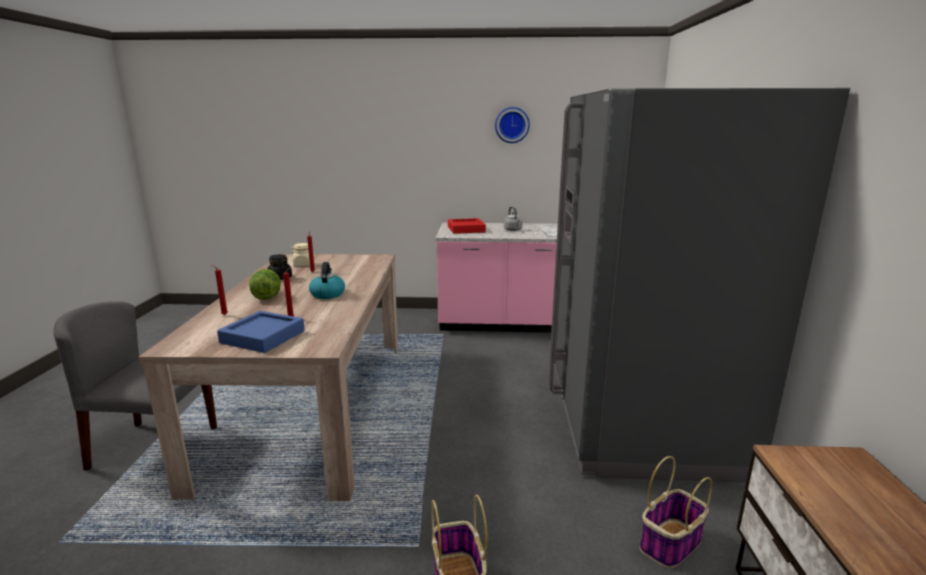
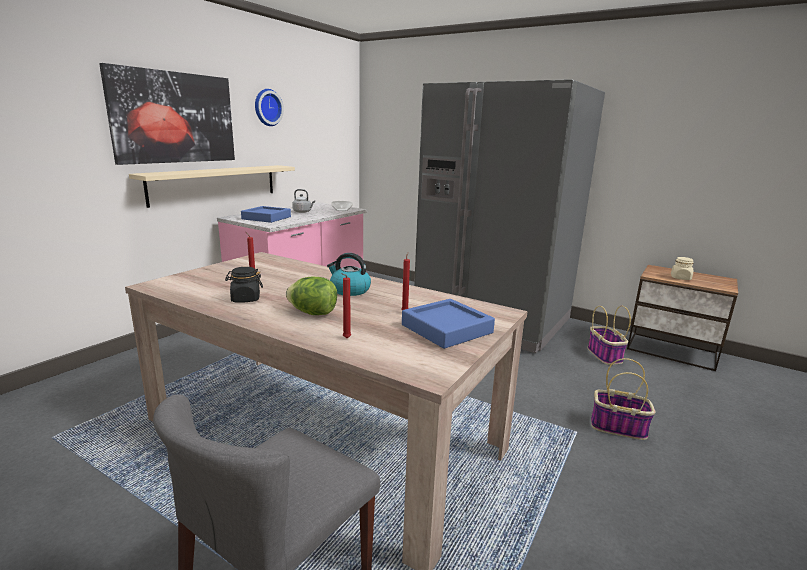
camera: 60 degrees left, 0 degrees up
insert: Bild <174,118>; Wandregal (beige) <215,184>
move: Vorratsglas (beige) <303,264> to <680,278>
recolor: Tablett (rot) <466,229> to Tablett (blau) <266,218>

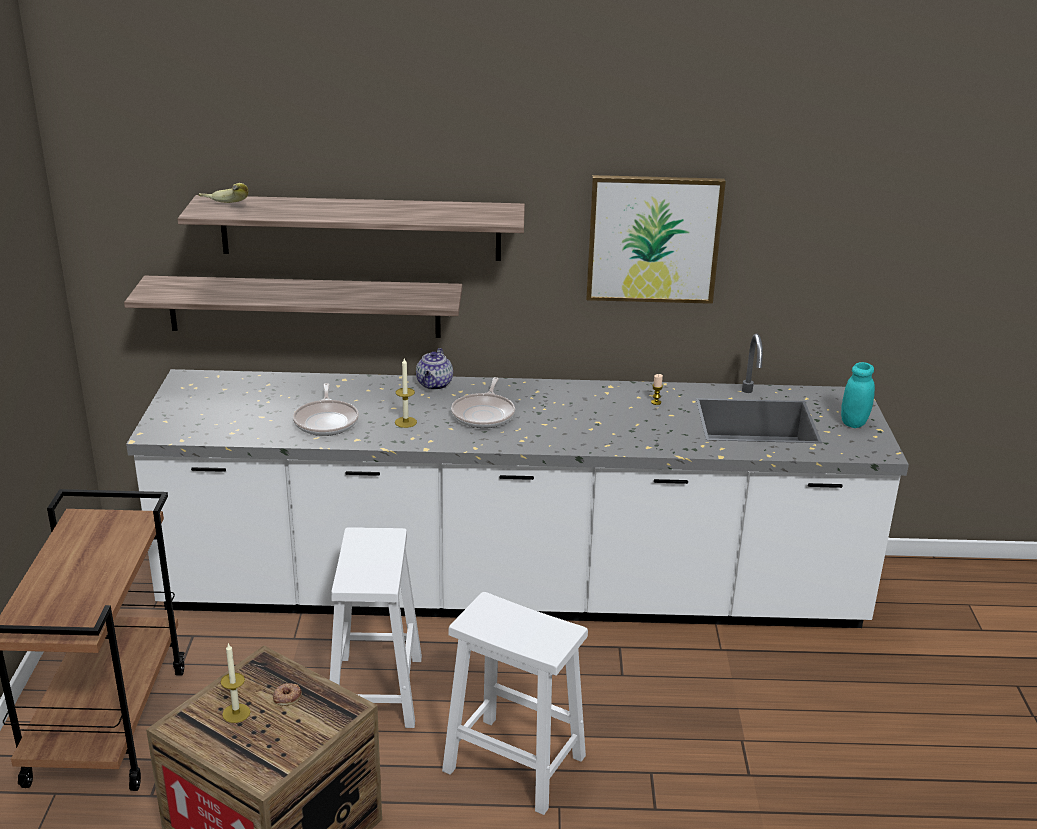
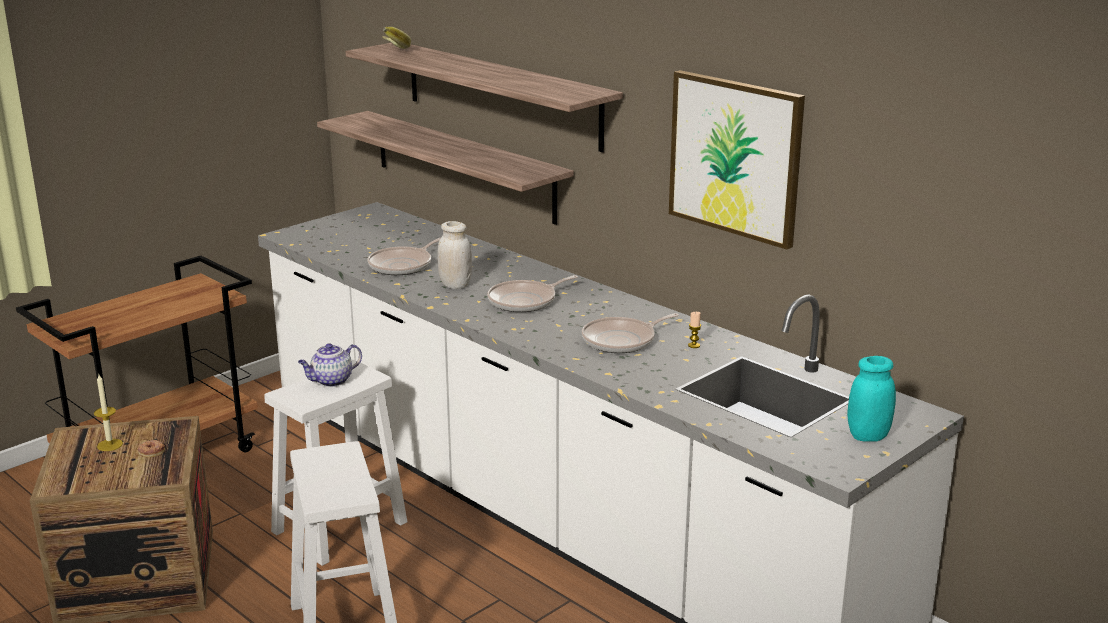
camera: 45 degrees right, 5 degrees down
insert: Pfanne <622,340>
move: Teekanne <434,385> to <331,381>
replace: Kerze <405,422> to Vorratsglas (weiß) <455,285>

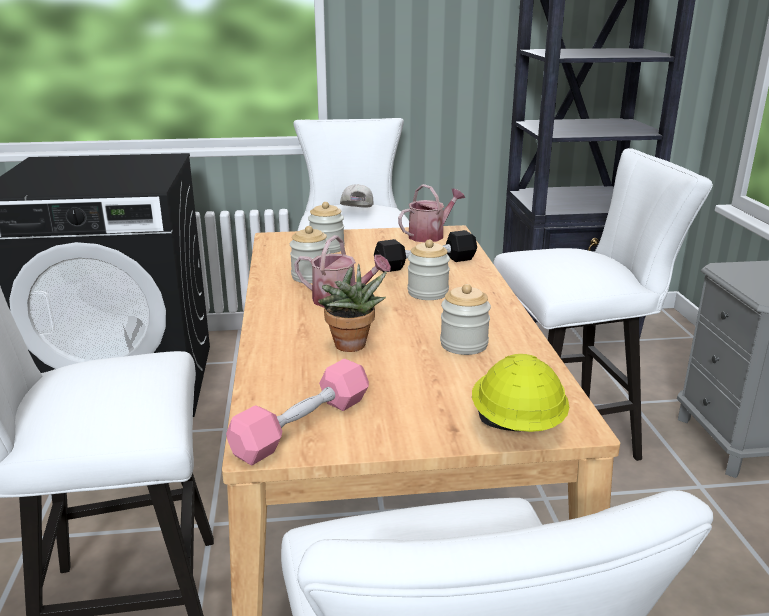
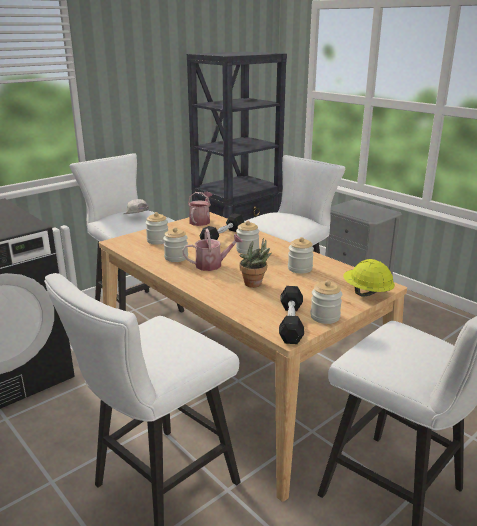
camera: 35 degrees left, 0 degrees up
insert: Vorratsglas <325,317>
recolor: Hantel (rosa) <302,426> to Hantel (schwarz) <291,322>

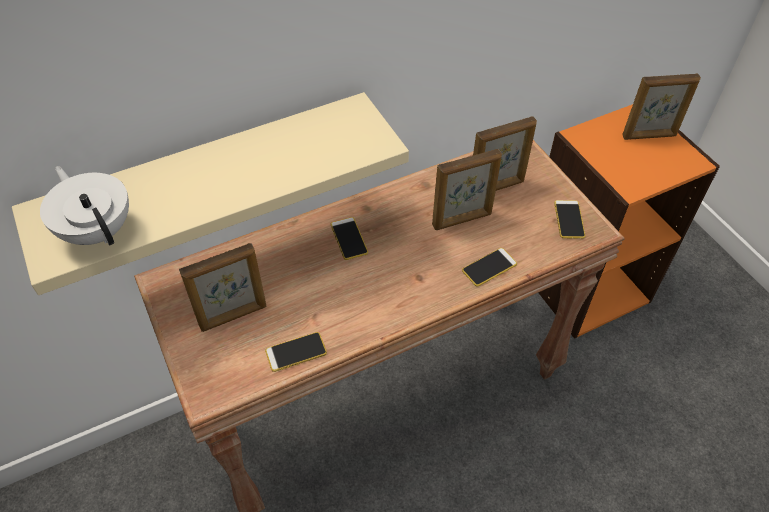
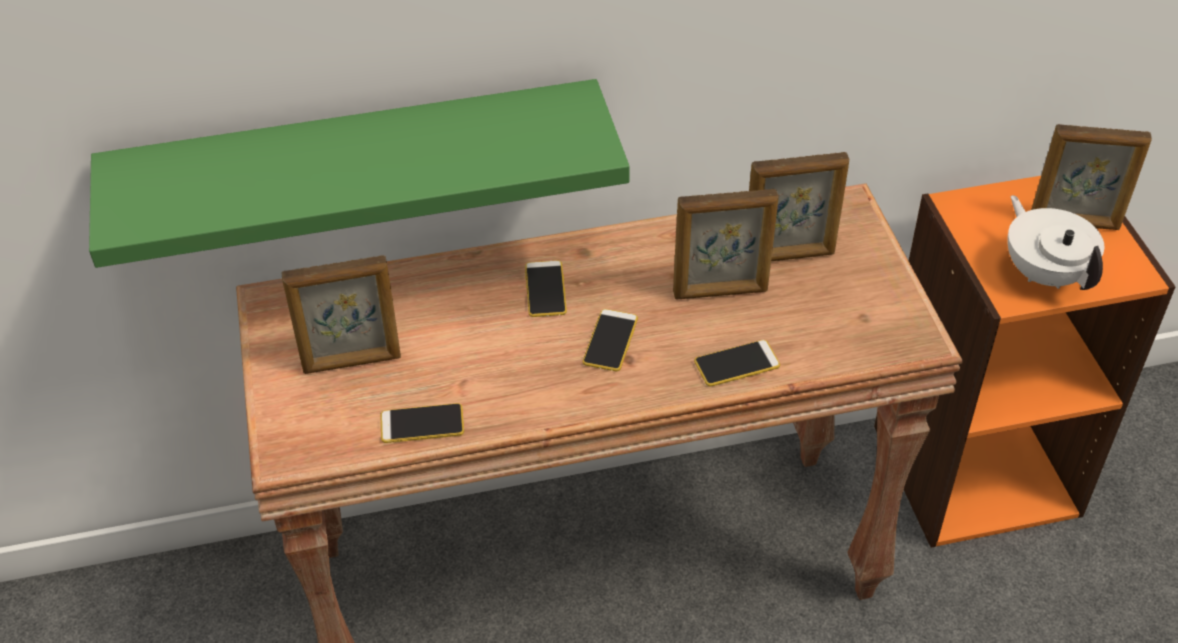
camera: 15 degrees right, 5 degrees down
move: Teekanne (weiß) <98,230> to <1045,273>; Handy <569,219> to <610,341>
recolor: Wandregal (beige) <208,177> to Wandregal (grün) <358,163>

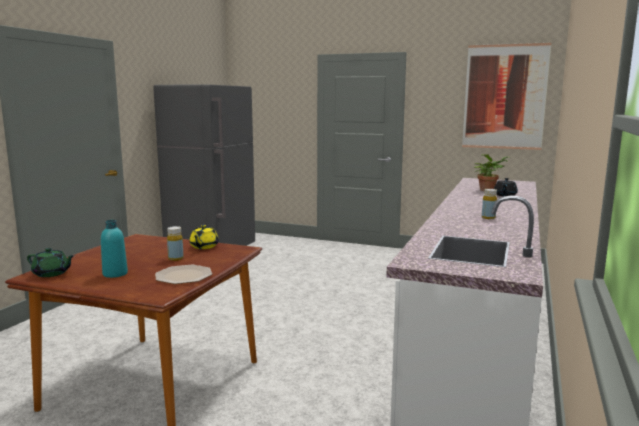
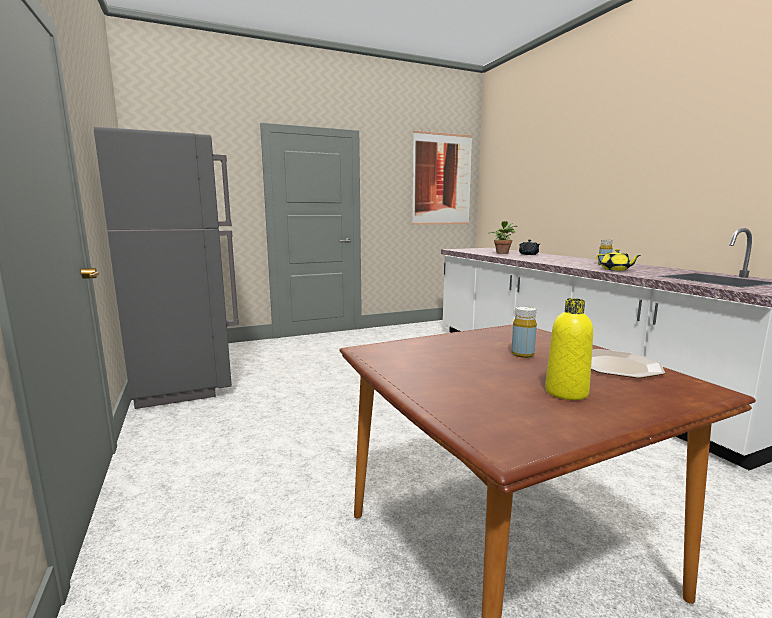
camera: 45 degrees left, 0 degrees up
delete: Teekanne (grün) <52,274>
move: Teekanne (gelb) <203,247> to <615,270>
recolor: Flasche (türkis) <115,274> to Flasche (gelb) <566,392>

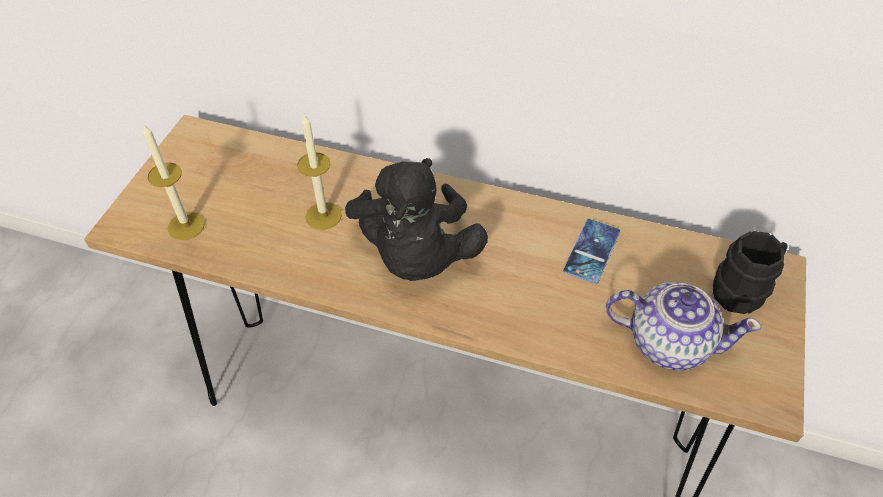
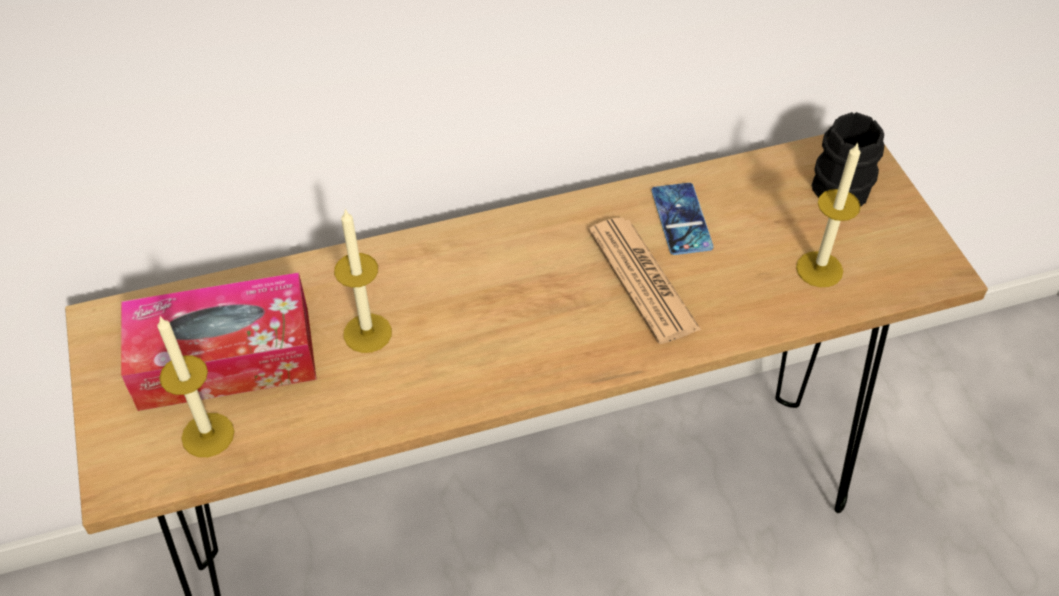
camera: 35 degrees left, 0 degrees up
delete: Plüschtier (schwarz) <416,256>
insert: Zeitung <642,280>; Taschentuchbox <225,358>
replace: Teekanne <667,341> to Kerze <819,269>

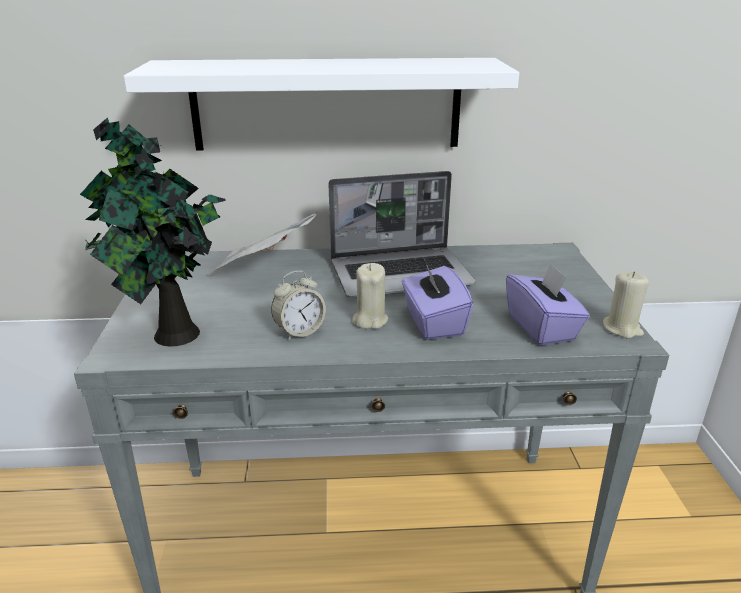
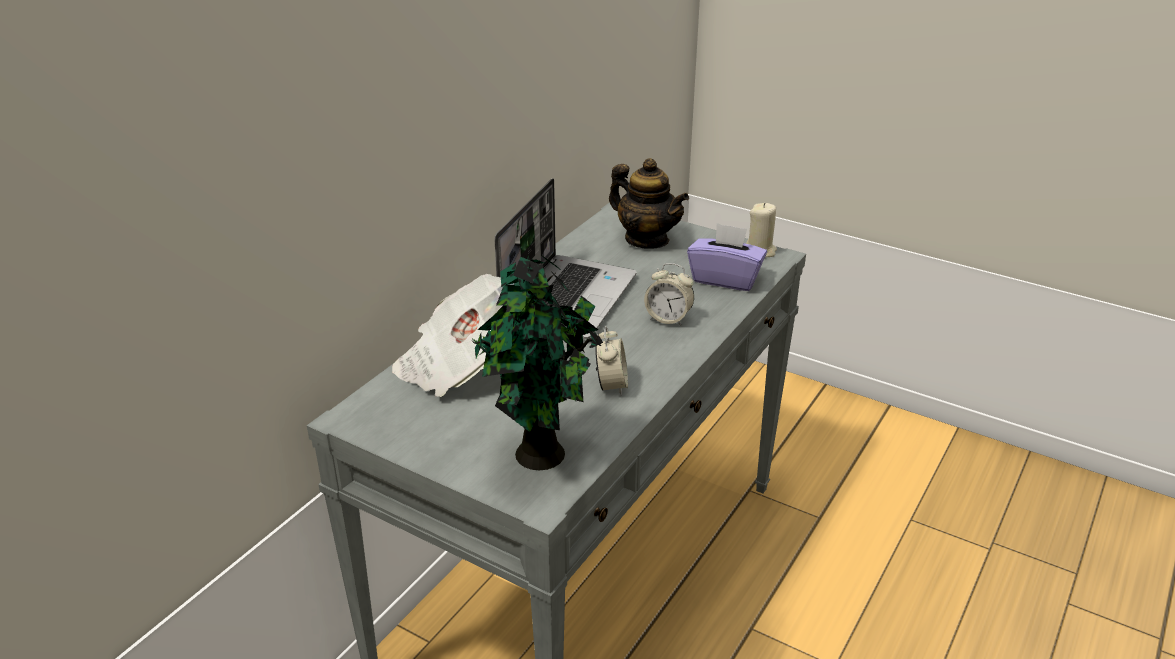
camera: 55 degrees left, 5 degrees up
delete: Wandregal (weiß) <326,104>; Kerze (beige) <370,320>
insert: Teekanne <646,240>
replace: Taschentuchbox (lila) <433,322> to Wecker <668,318>

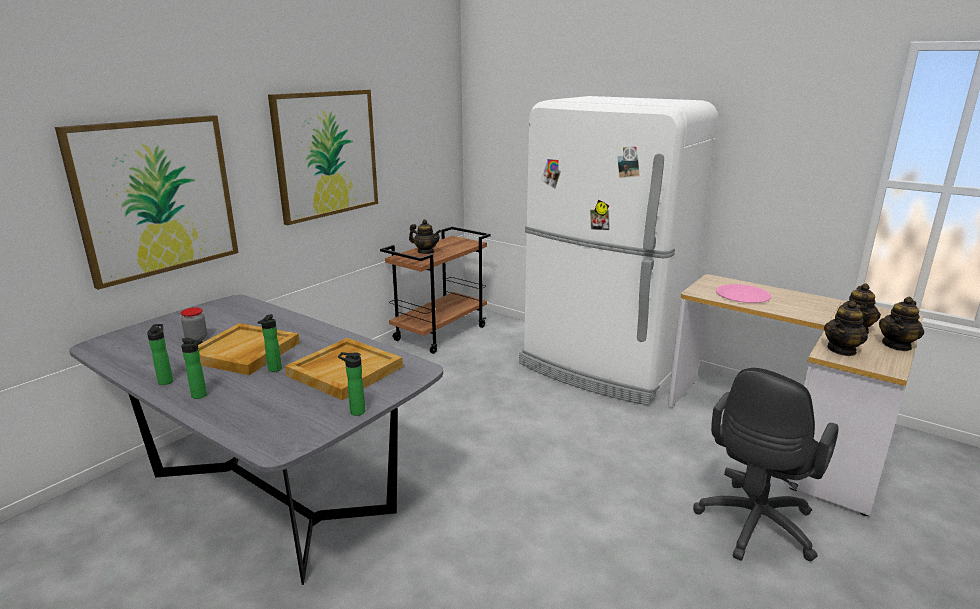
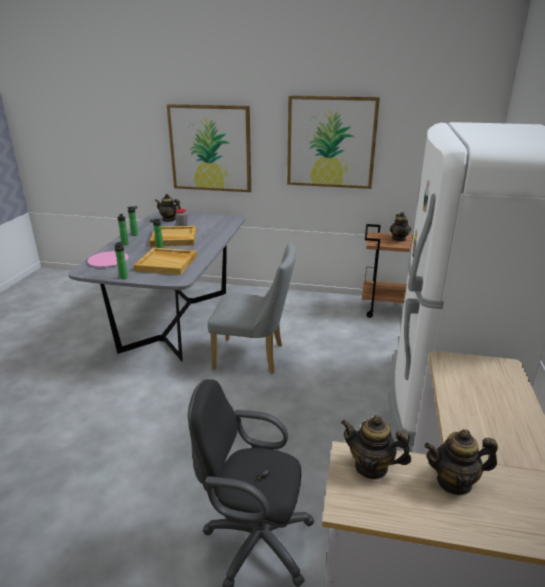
camera: 65 degrees right, 5 degrees up
insert: Stuhl (grau) <254,357>
move: Teller (rosa) <742,295> to <108,260>; Teekanne <897,345> to <169,219>

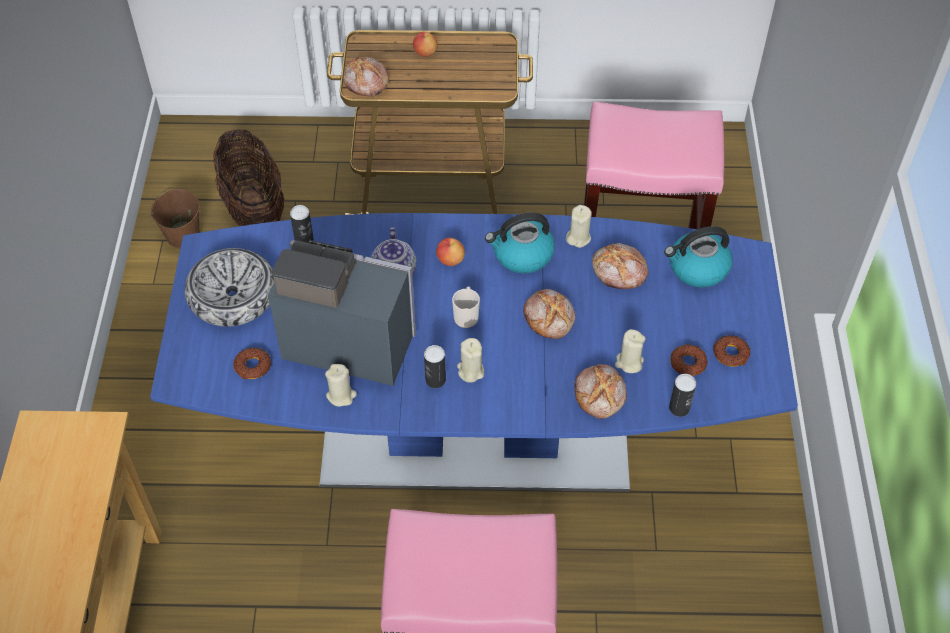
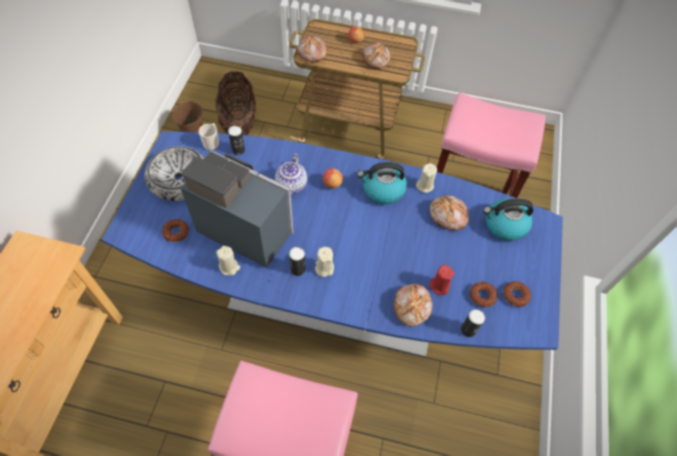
camera: 10 degrees right, 5 degrees up
move: Henkelbecher <466,316> to <212,142>; Brot <549,318> to <376,59>
recolor: Kerze (beige) <629,362> to Kerze (rot) <439,286>

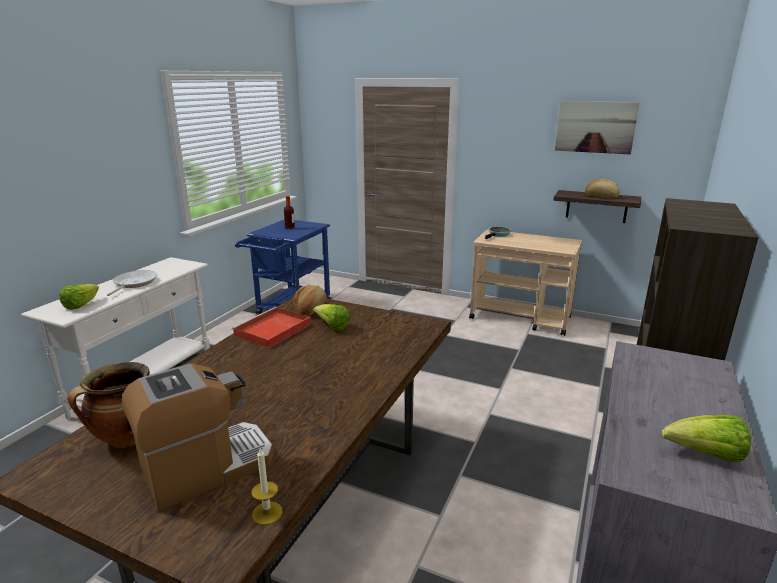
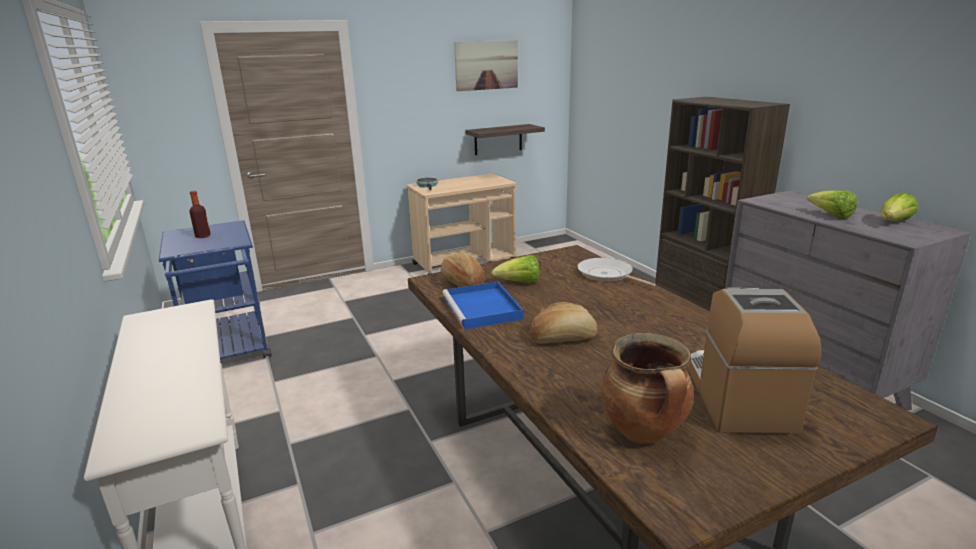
camera: 50 degrees left, 0 degrees up
delete: Kerze <267,513>
move: Brot <601,196> to <562,339>; Pfanne <134,283> to <607,275>; Salatkopf <81,305> to <831,216>
recolor: Tablett (rot) <272,330> to Tablett (blau) <483,309>

